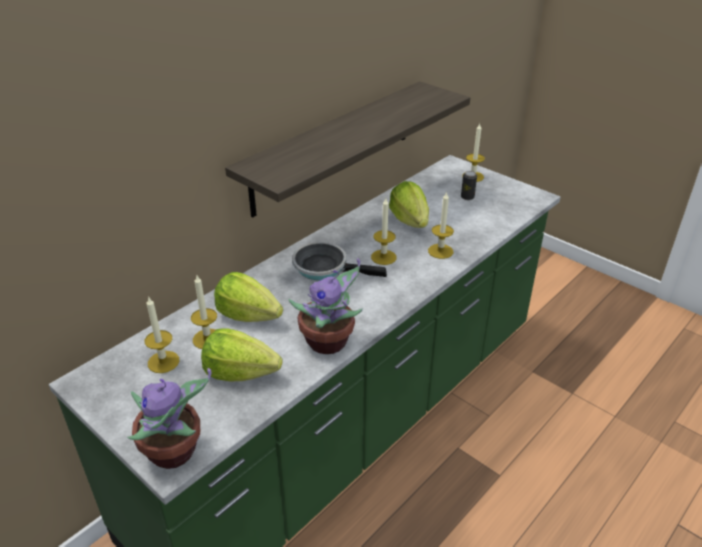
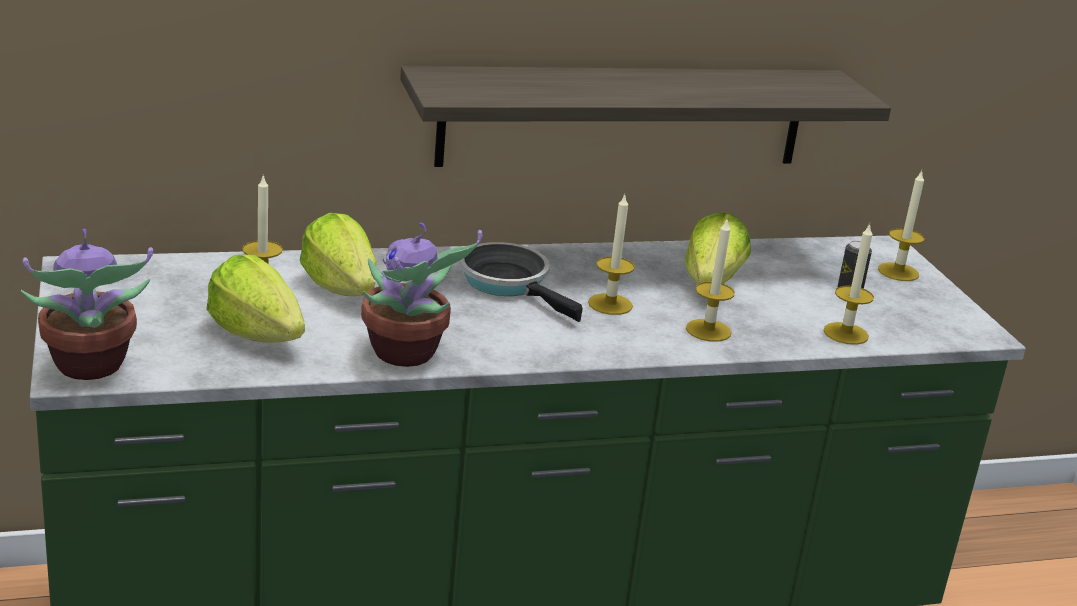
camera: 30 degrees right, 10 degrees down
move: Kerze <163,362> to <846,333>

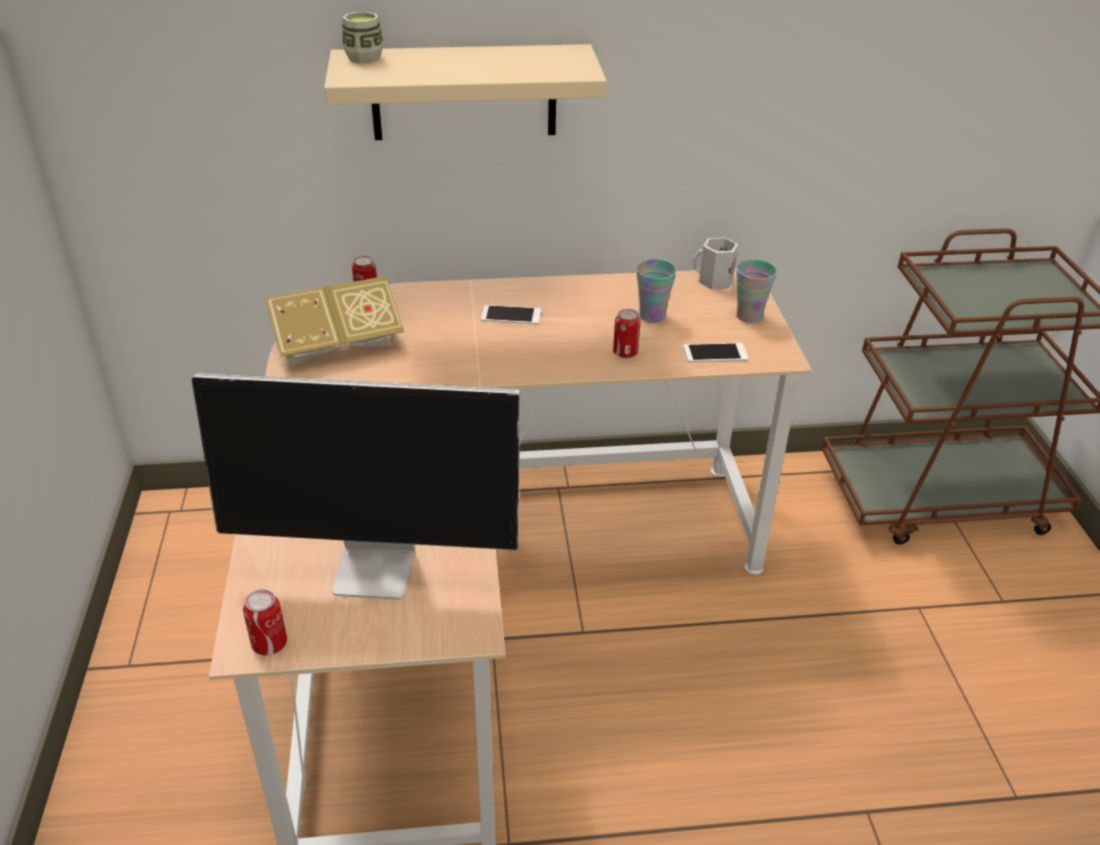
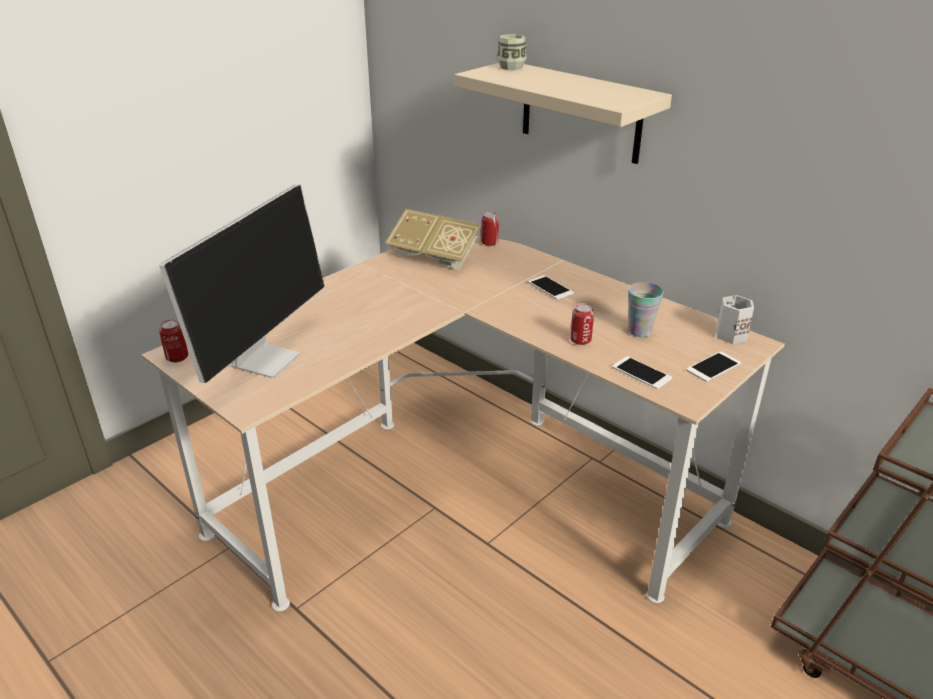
camera: 50 degrees right, 5 degrees down
replace: Tasse <749,316> to Handy <713,367>
rotate: Monitor <378,568> = <265,359> 120 degrees counterclockwise

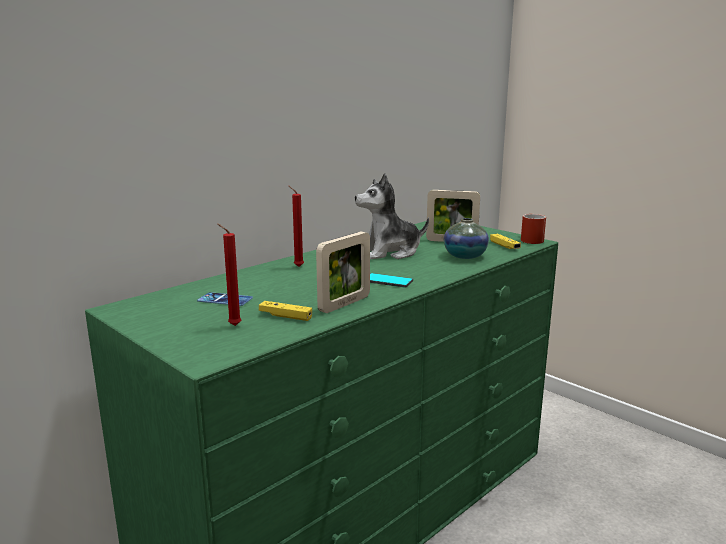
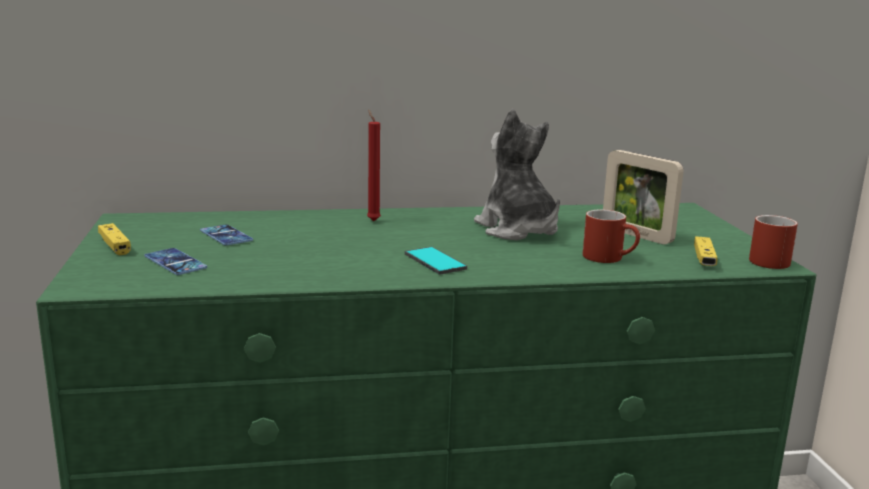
camera: 35 degrees right, 0 degrees up
delete: Bilderrahmen <344,304>
move: Gamepad (gelb) <285,316> to <114,246>
replace: Vase <465,256> to Henkelbecher (rot) <610,258>; Kerze (rot) <233,325> to Handy <175,262>
rotate: Plüschtier <390,252> = <517,230> 45 degrees clockwise

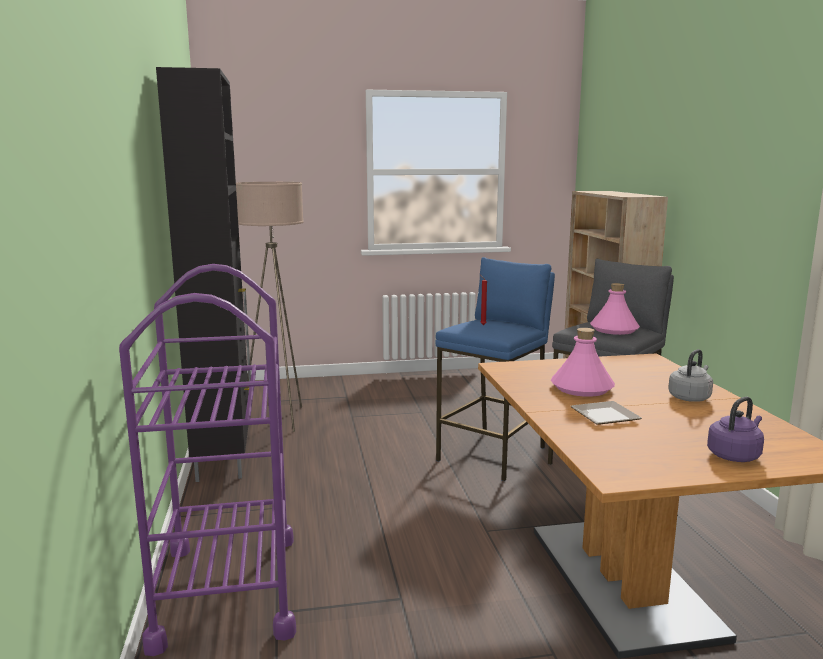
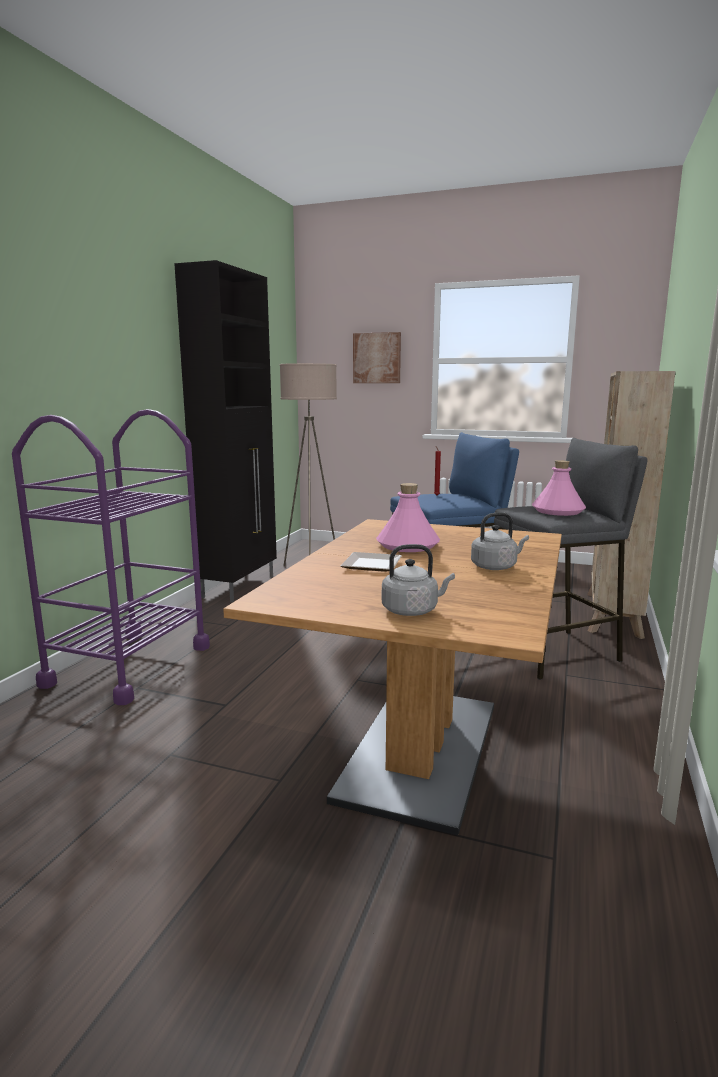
camera: 30 degrees right, 0 degrees up
insert: Bild <377,358>
recolor: Wasserkessel (lila) <735,455> to Wasserkessel (grau) <412,610>

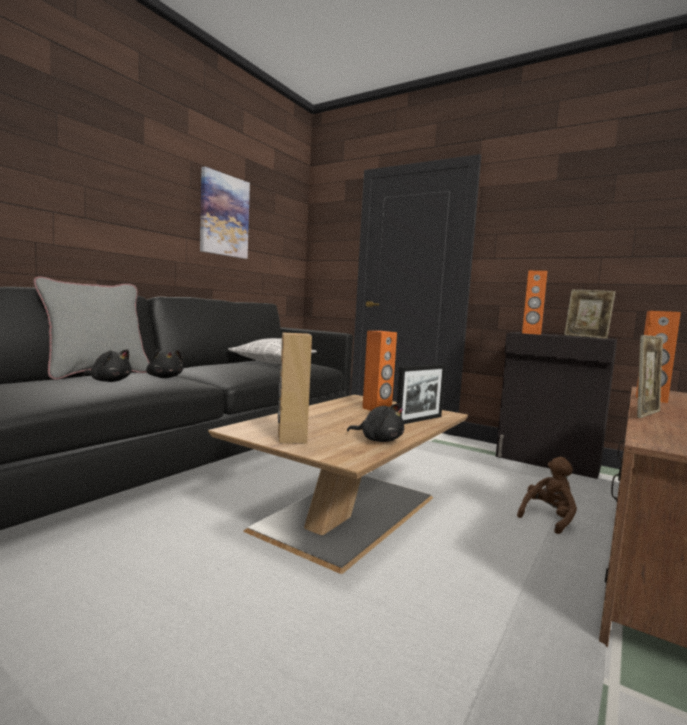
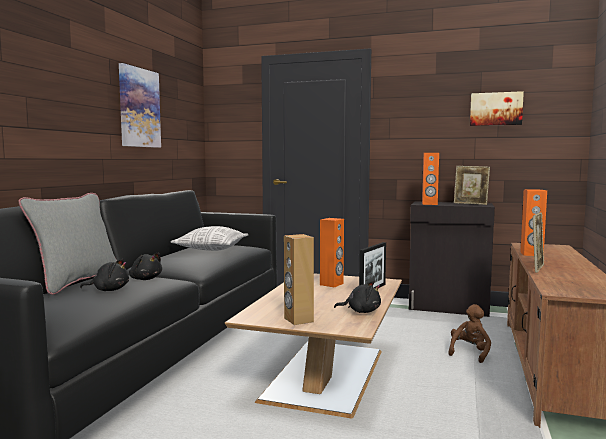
camera: 15 degrees left, 0 degrees up
insert: Bild <496,109>

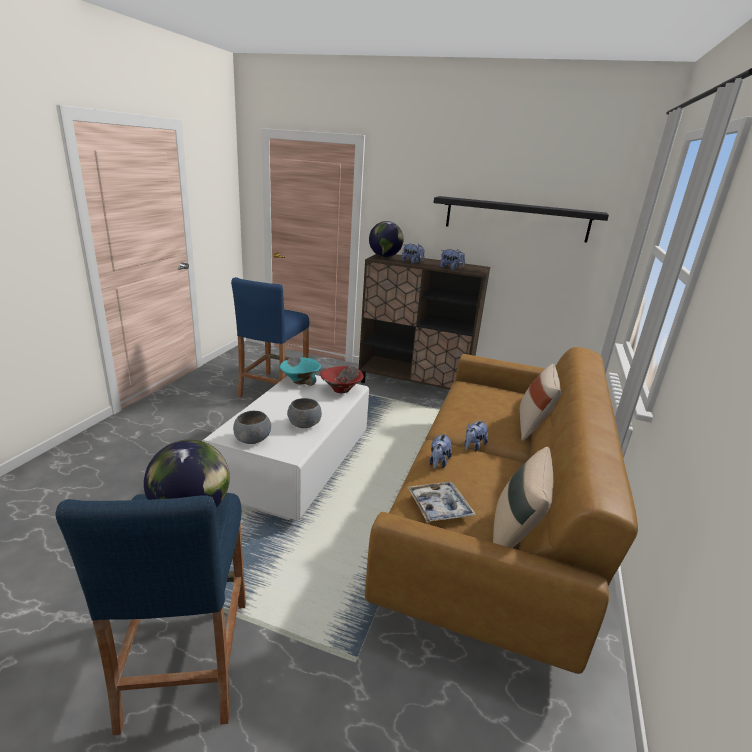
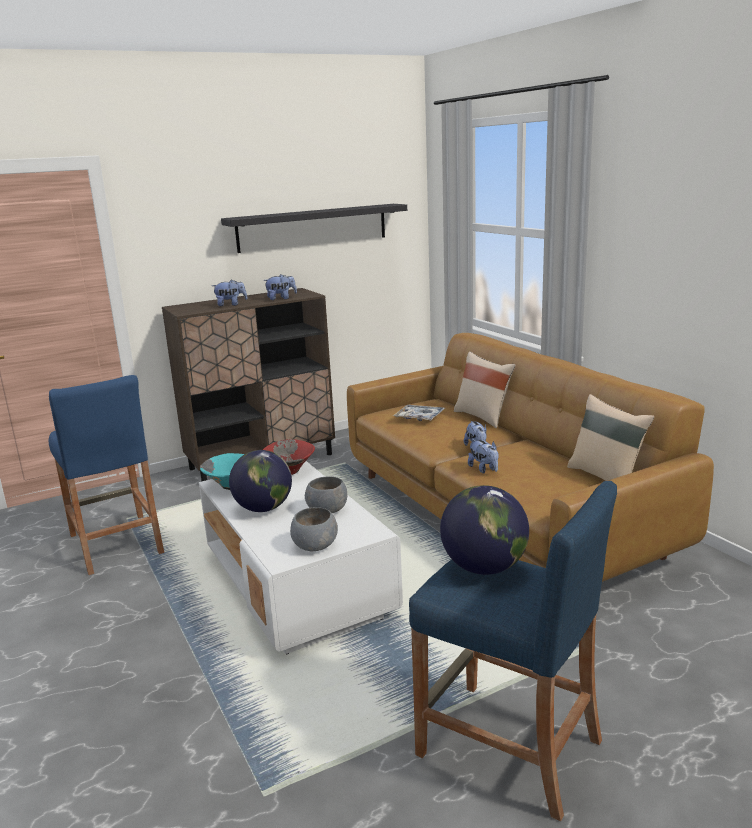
camera: 45 degrees left, 5 degrees down
move: Globus <385,256> to <264,508>; Tablett <439,507> to <419,417>

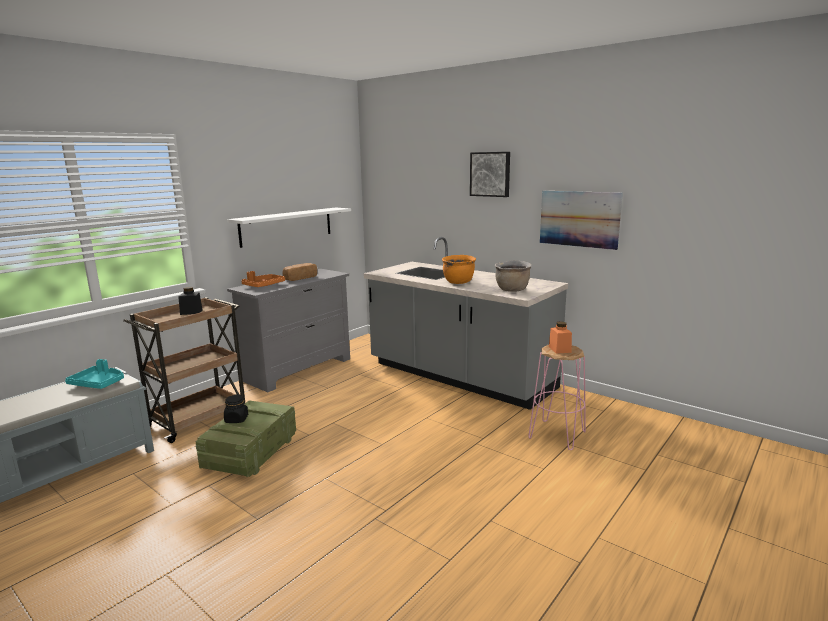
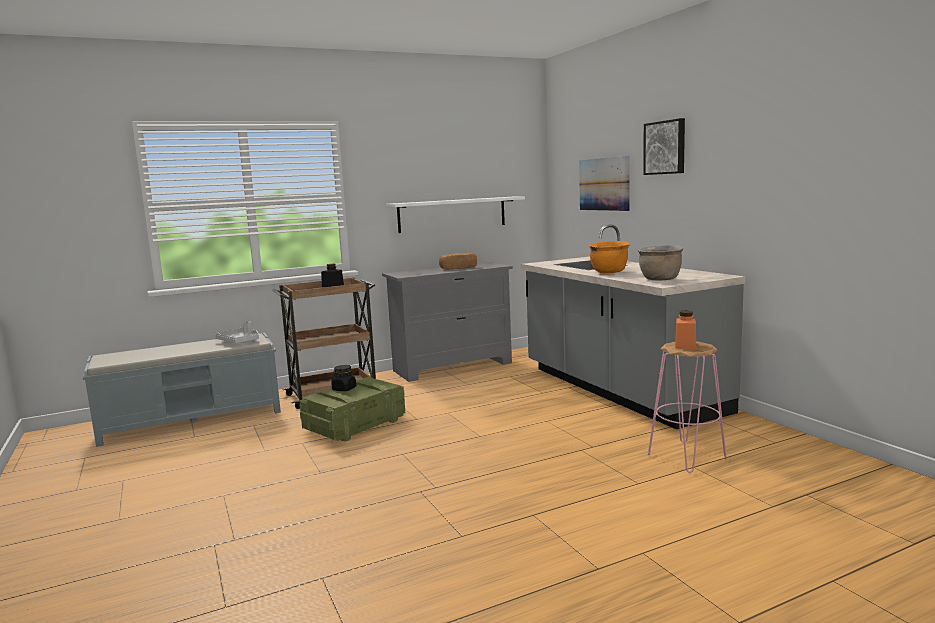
camera: 25 degrees right, 5 degrees down
delete: Tablett (orange) <263,285>
move: Bild <579,219> to <604,184>
recolor: Tablett (türkis) <98,383> to Tablett (grau) <240,341>

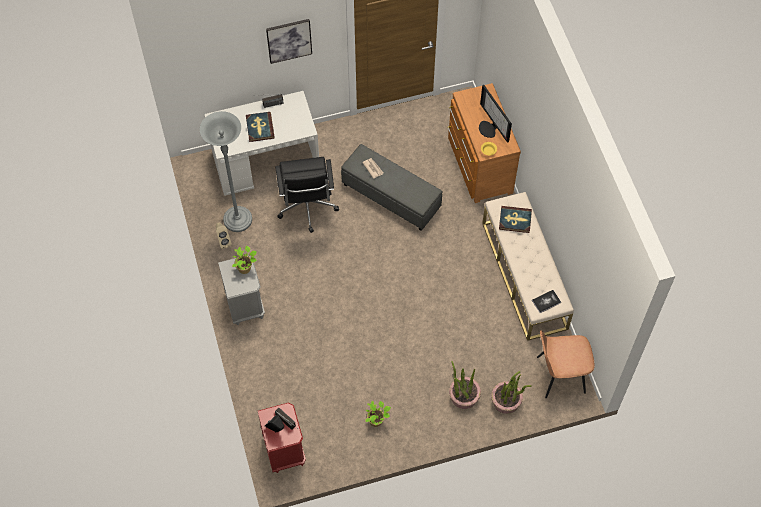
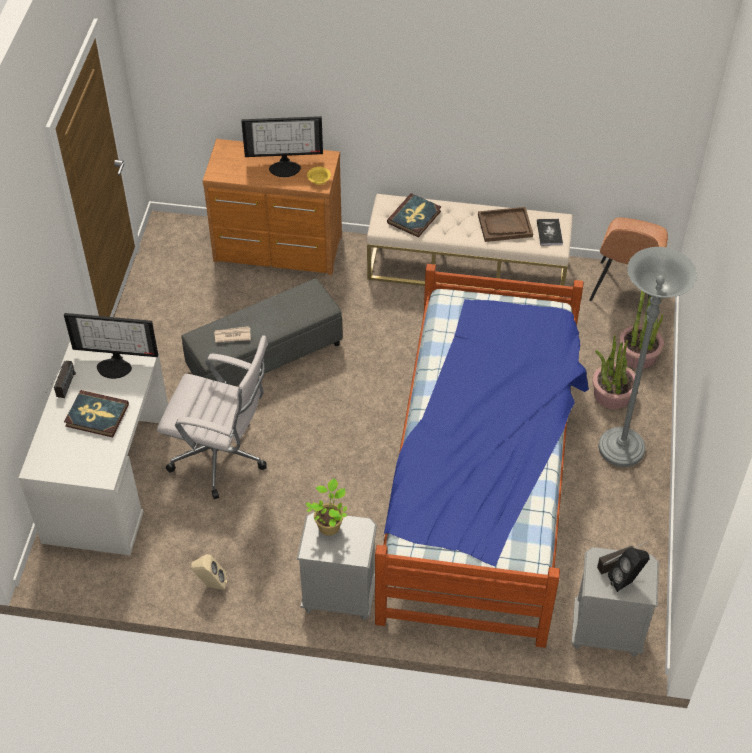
camera: 65 degrees left, 10 degrees down
delete: Bild <289,40>; Topfpflanze <376,421>
insert: Tablett (braun) <505,226>; Bett <481,483>; Monitor <115,365>
move: Stehlampe (grau) <238,220> to <621,449>
recolor: Bürostuhl (schwarz) <307,209> to Bürostuhl (weiß) <222,458>; Nachttisch (rot) <284,451> to Nachttisch (grau) <606,632>

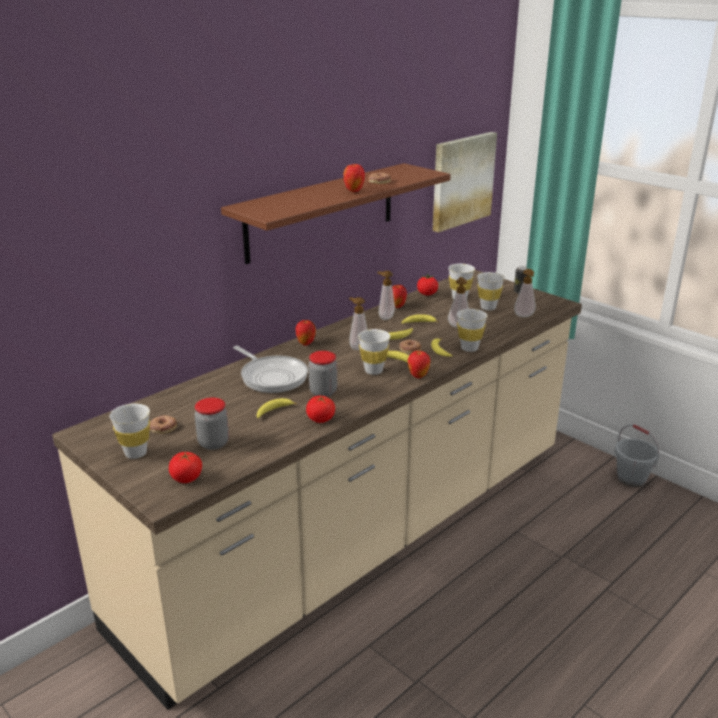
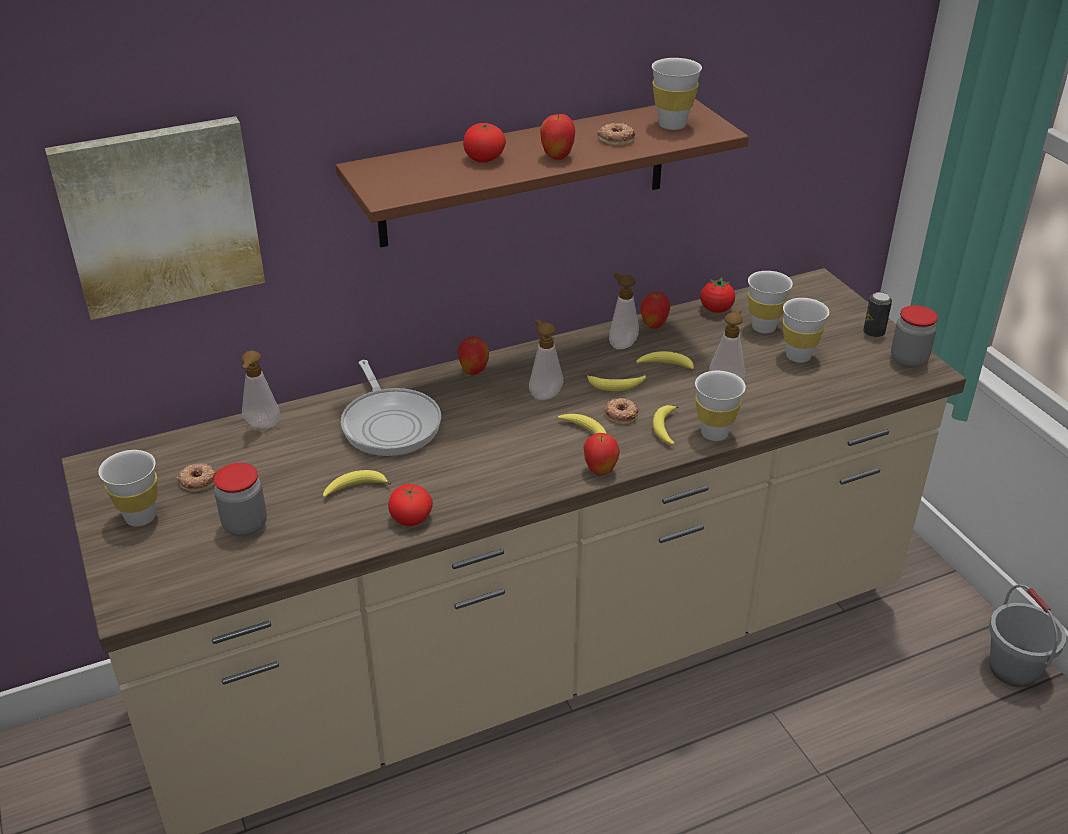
camera: 20 degrees right, 10 degrees up
move: Bild <461,180> to <160,216>; Seifenspender <524,316> to <261,426>; Tasse (weiß) <373,371> to <672,125>; Vorratsglas <323,392> to <908,360>; Tomate <186,478> to <484,158>

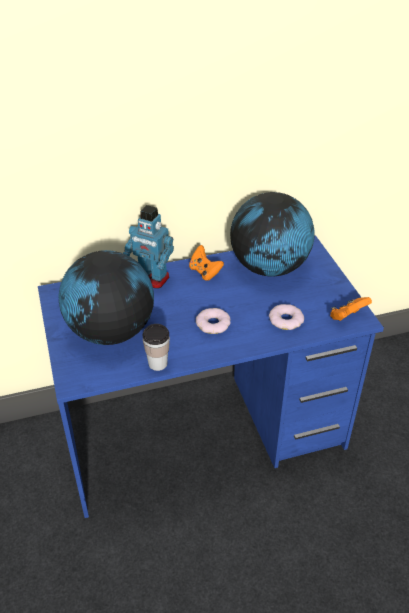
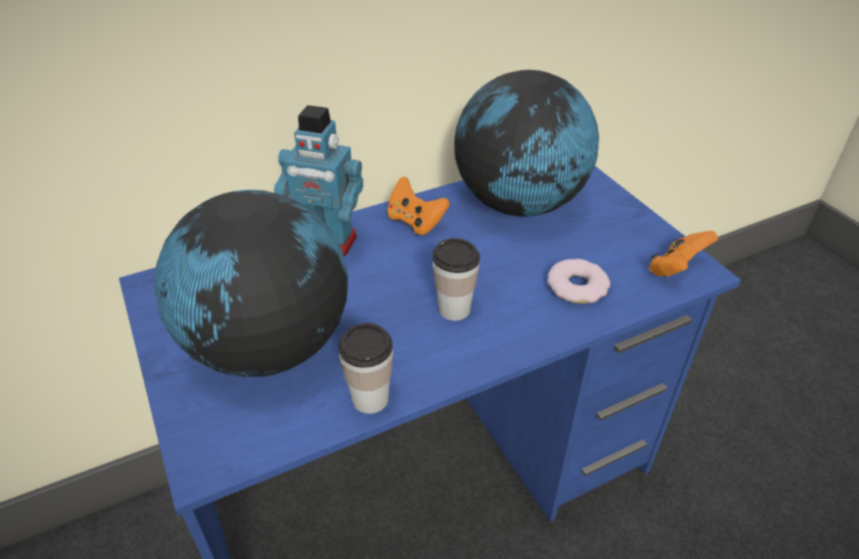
camera: 10 degrees left, 0 degrees up
replace: Donut <213,324> to Tasse <454,309>

